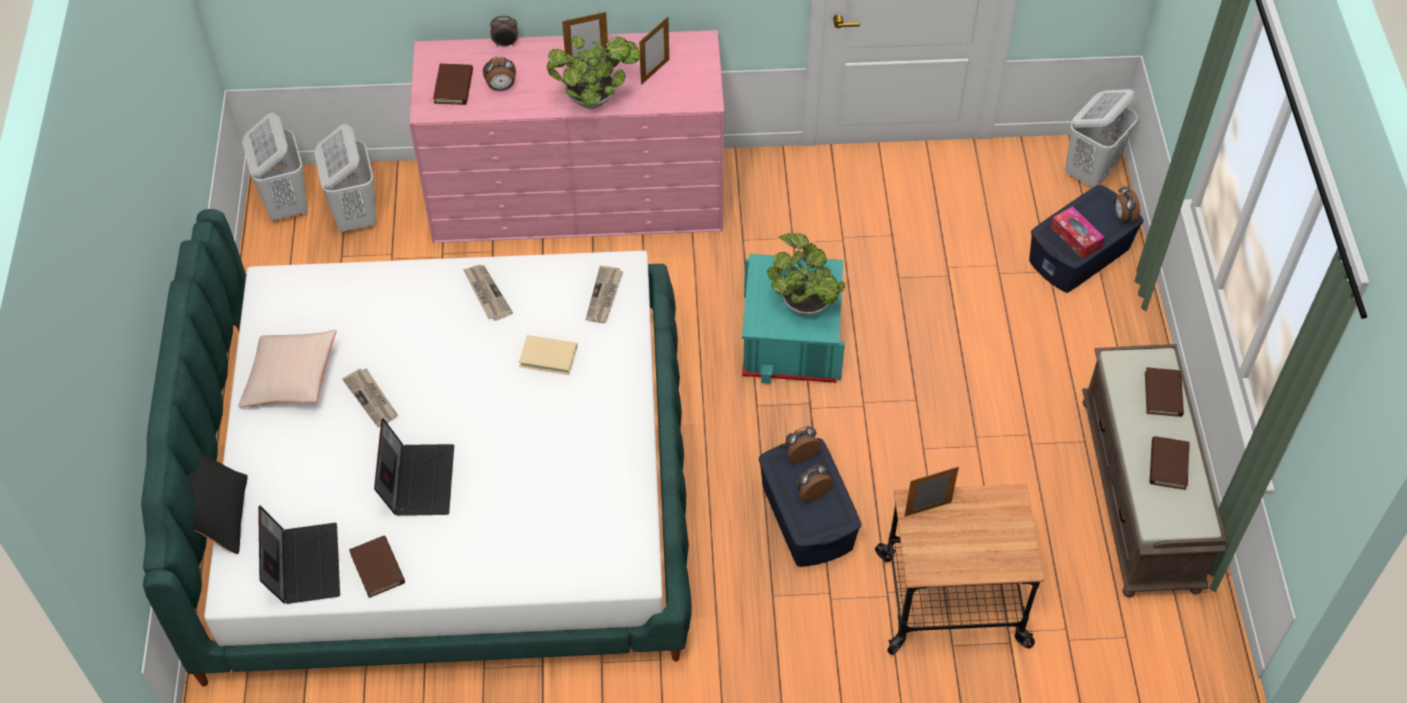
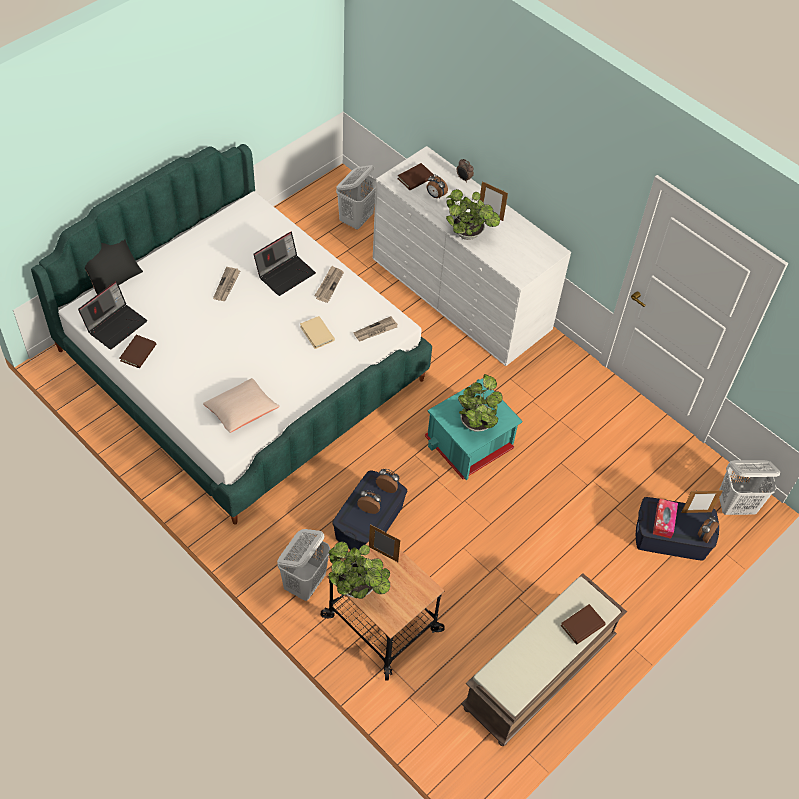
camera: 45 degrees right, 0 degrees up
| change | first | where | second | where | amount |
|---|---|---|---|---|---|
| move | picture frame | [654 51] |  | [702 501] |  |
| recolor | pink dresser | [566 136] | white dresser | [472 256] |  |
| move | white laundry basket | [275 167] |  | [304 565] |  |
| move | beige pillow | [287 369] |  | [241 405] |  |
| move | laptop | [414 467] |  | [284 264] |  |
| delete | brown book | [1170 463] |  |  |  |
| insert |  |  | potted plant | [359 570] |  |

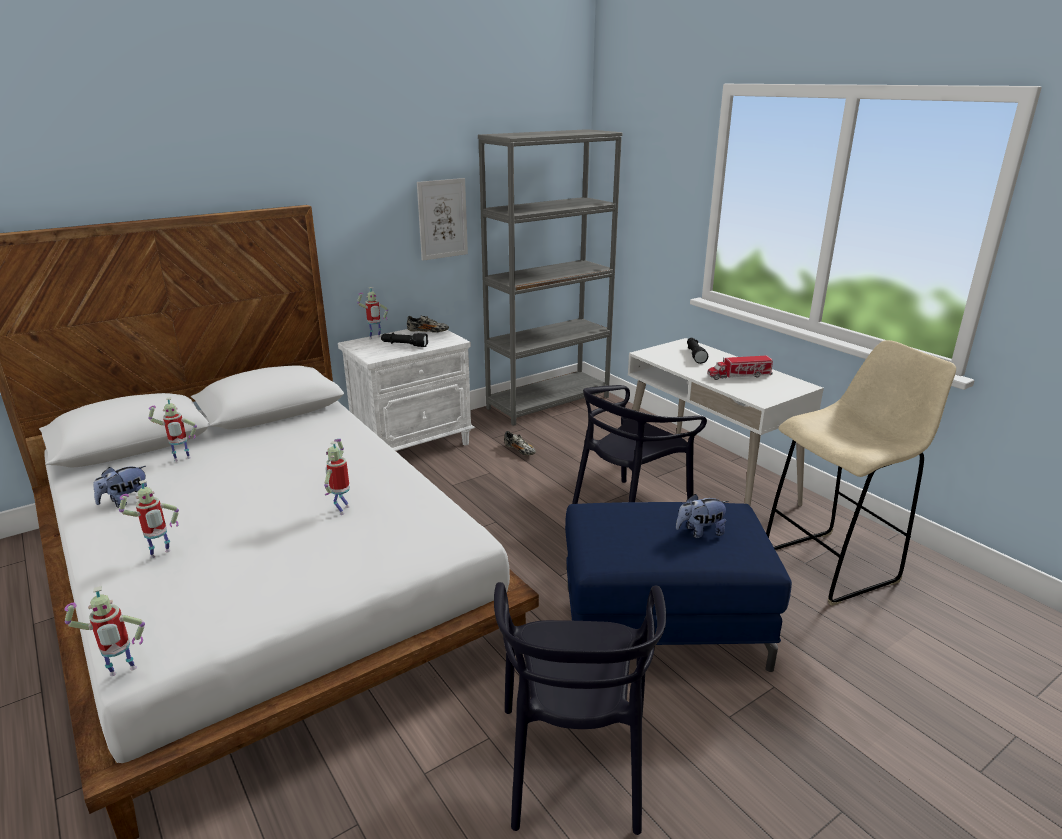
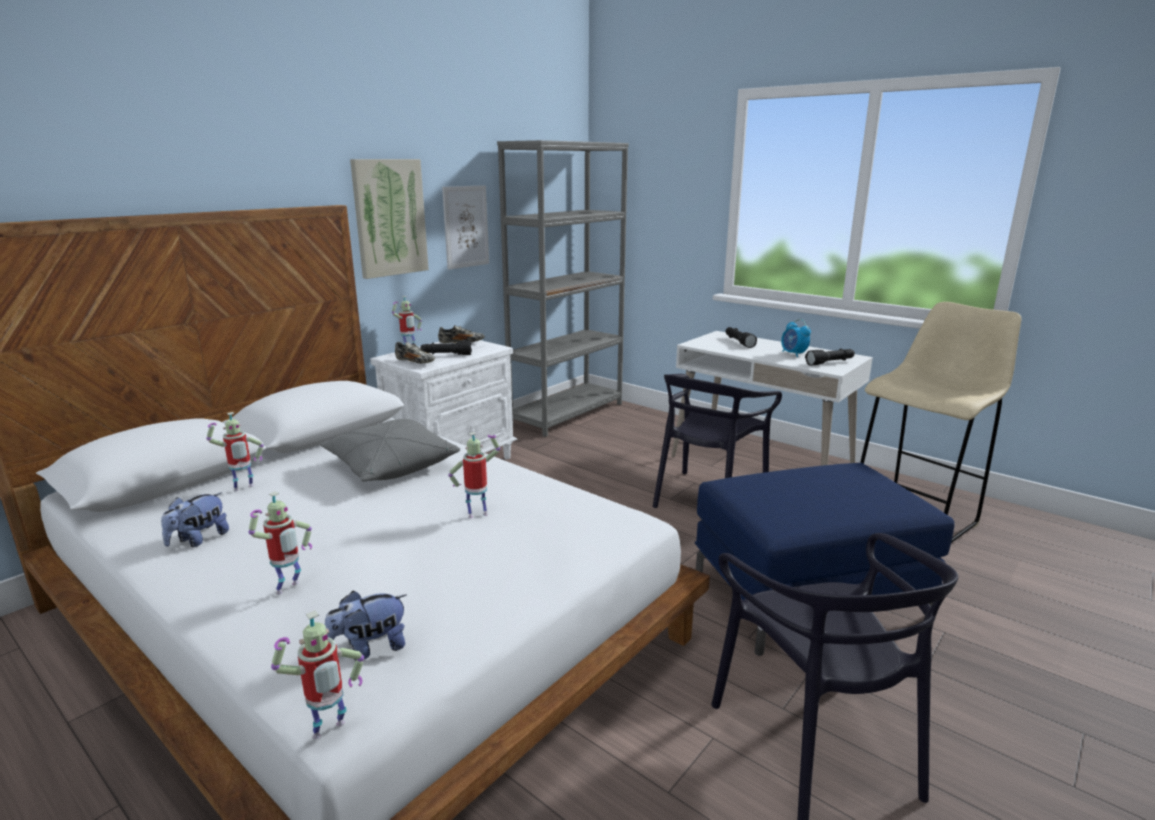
camera: 15 degrees left, 5 degrees down
| change | first | where | second | where | amount |
|---|---|---|---|---|---|
| replace | toy truck | [740 367] | alarm clock | [796 338] |  |
| move | shoe | [520 443] |  | [415 353] |  |
| rotate | toy robot | [337 477] |  | [474 475] | 75 degrees clockwise |
| move | plush toy | [702 516] |  | [366 626] |  |
| insert |  |  | picture | [389 219] |  |
| insert |  |  | black flashlight | [830 357] |  |
| insert |  |  | grey pillow | [390 450] |  |

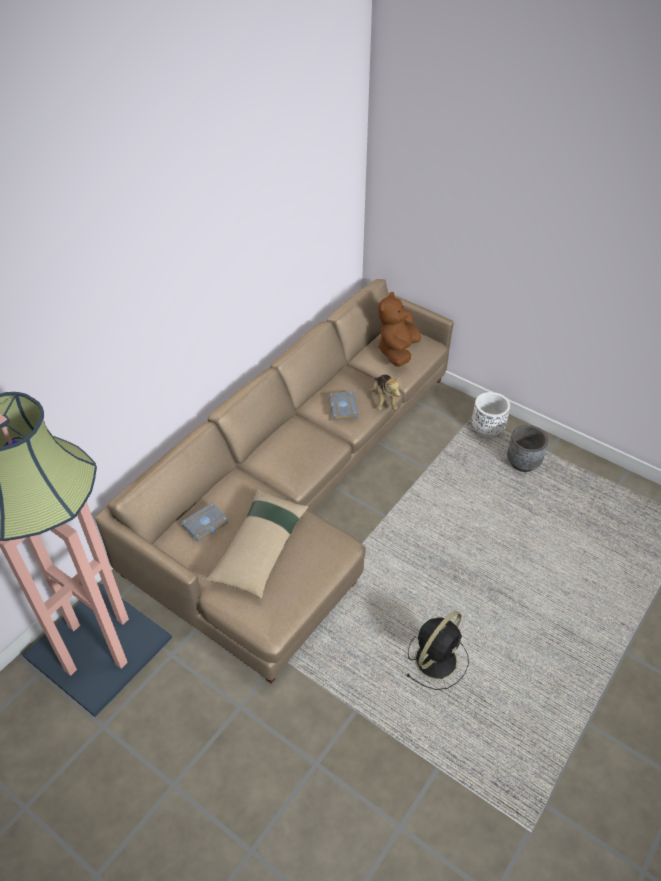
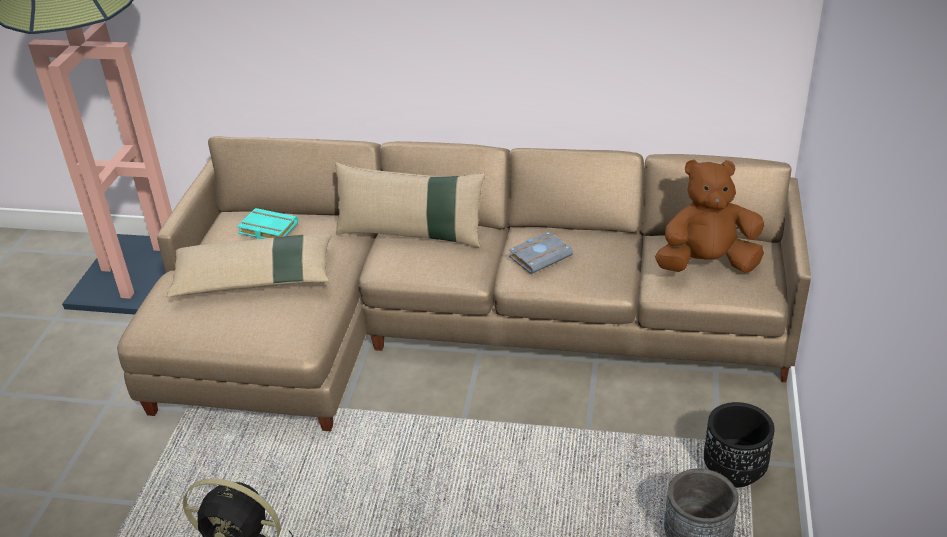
camera: 65 degrees right, 10 degrees down
| change | first | where | second | where | amount |
|---|---|---|---|---|---|
| delete | plush toy | [384 392] |  |  |  |
| recolor | white planter | [491 414] | black planter | [739 444] |  |
| recolor | grey book | [205 522] | turquoise book | [267 223] |  |
| insert |  |  | beige pillow | [410 205] |  |

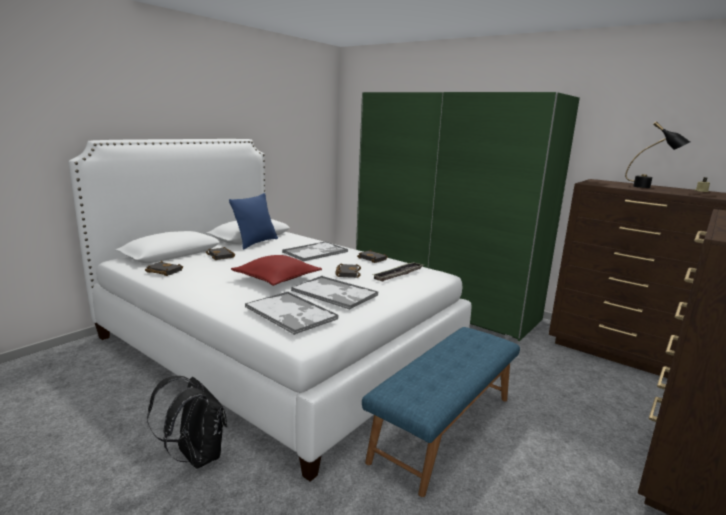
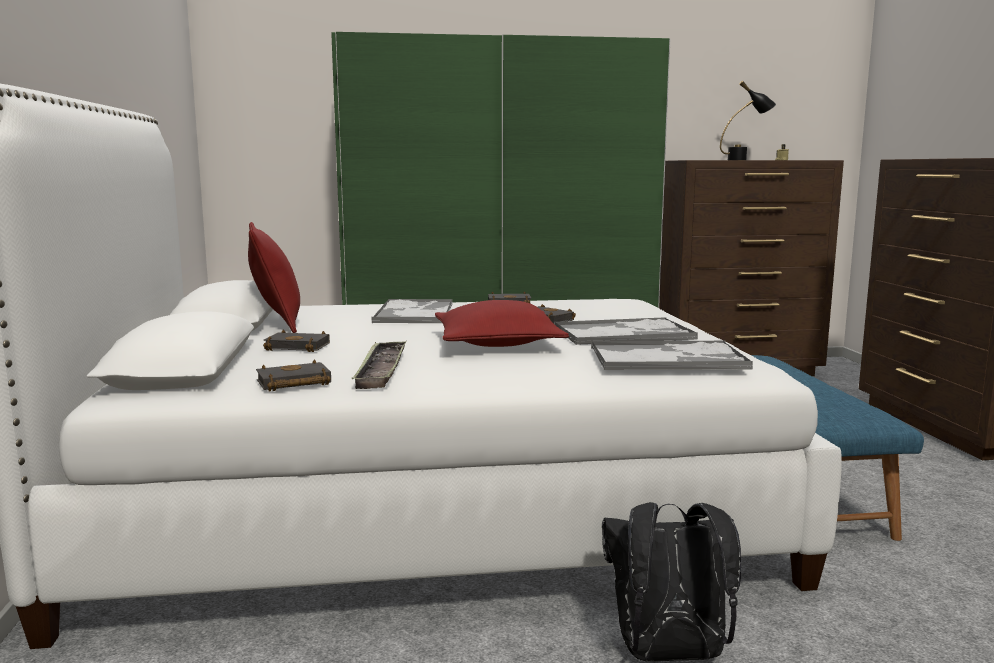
camera: 45 degrees left, 5 degrees down
| change | first | where | second | where | amount |
|---|---|---|---|---|---|
| recolor | blue pillow | [253 221] | red pillow | [274 277] |  |
| move | tray | [397 271] |  | [379 365] |  |

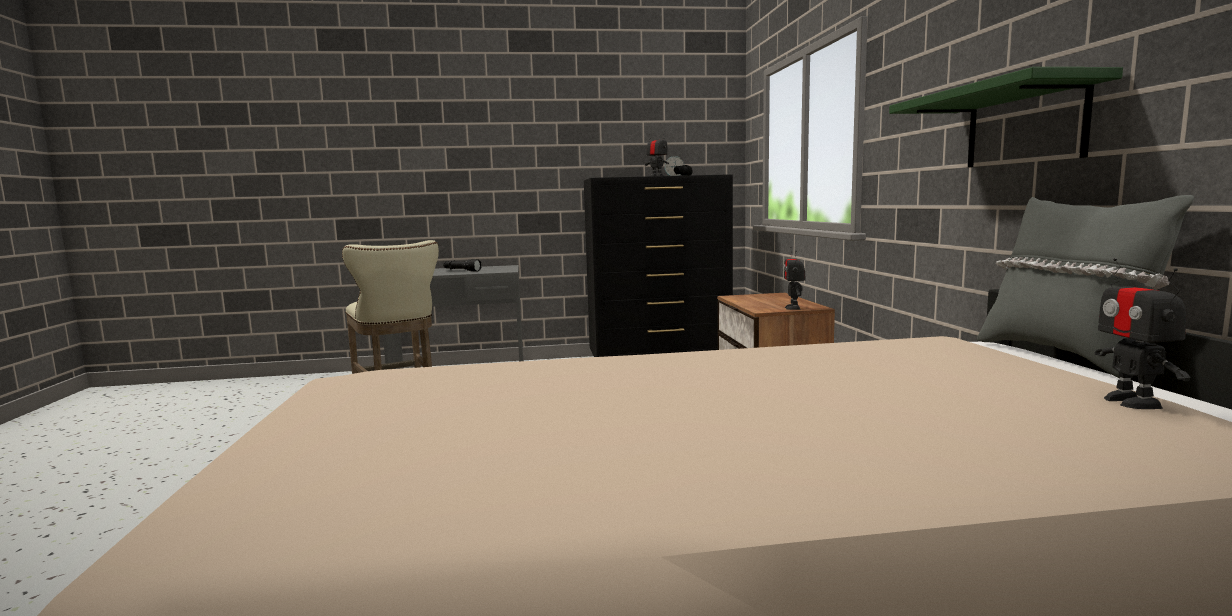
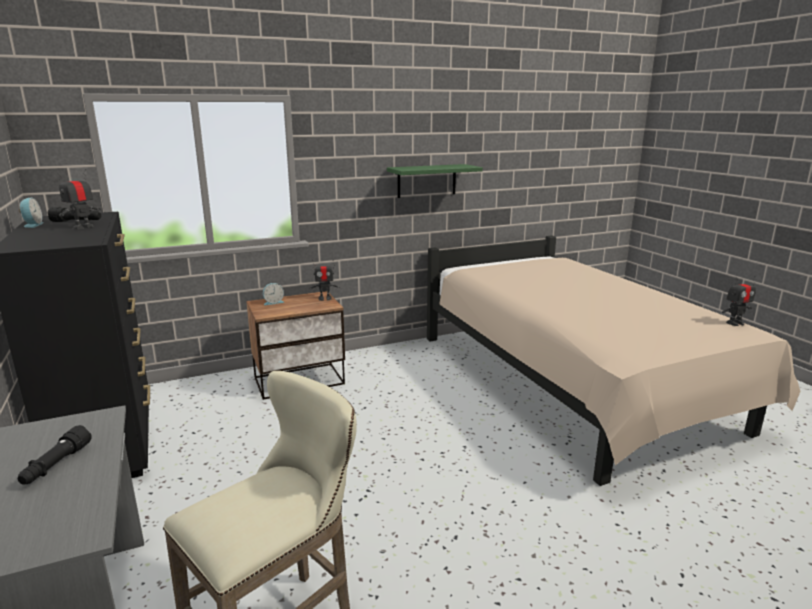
camera: 105 degrees left, 10 degrees up
| change | first | where | second | where | amount |
|---|---|---|---|---|---|
| delete | grey pillow | [1085 286] |  |  |  |
| move | toy robot | [1142 333] |  | [739 301] |  |
| insert |  |  | alarm clock | [273 294] |  |

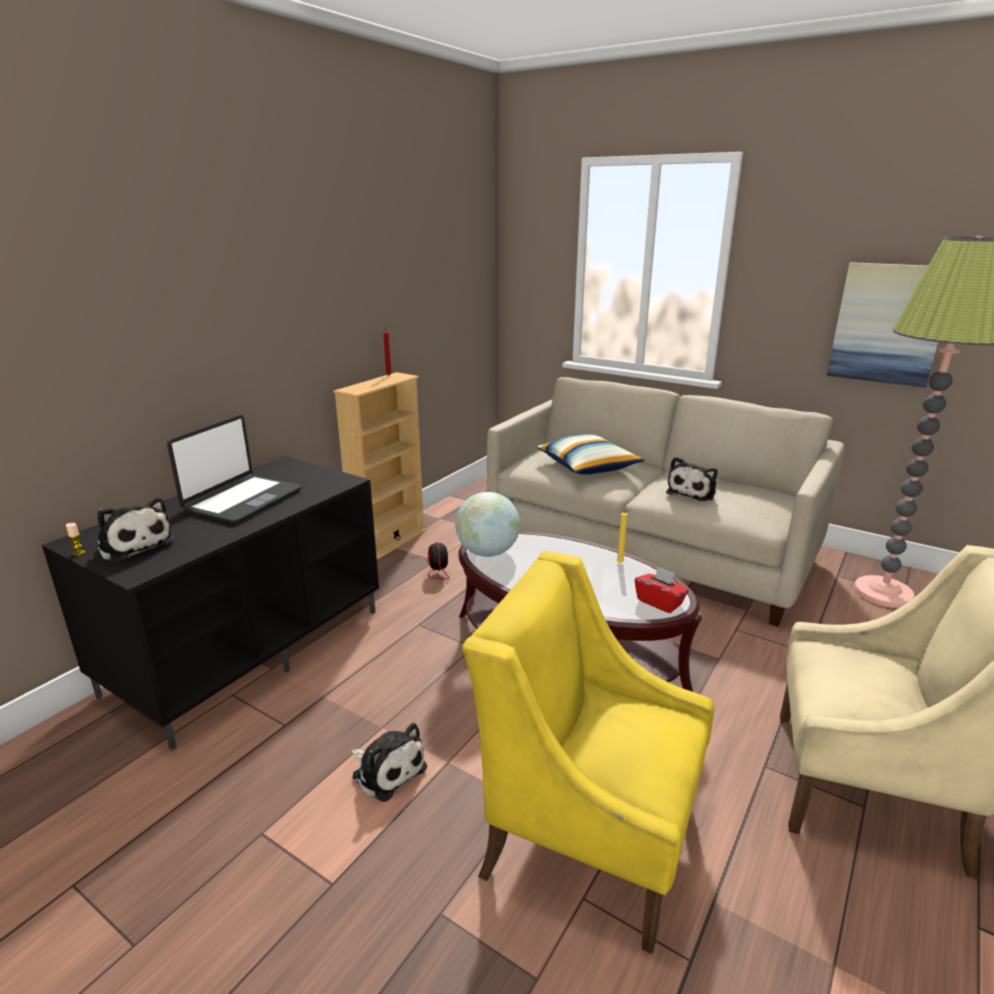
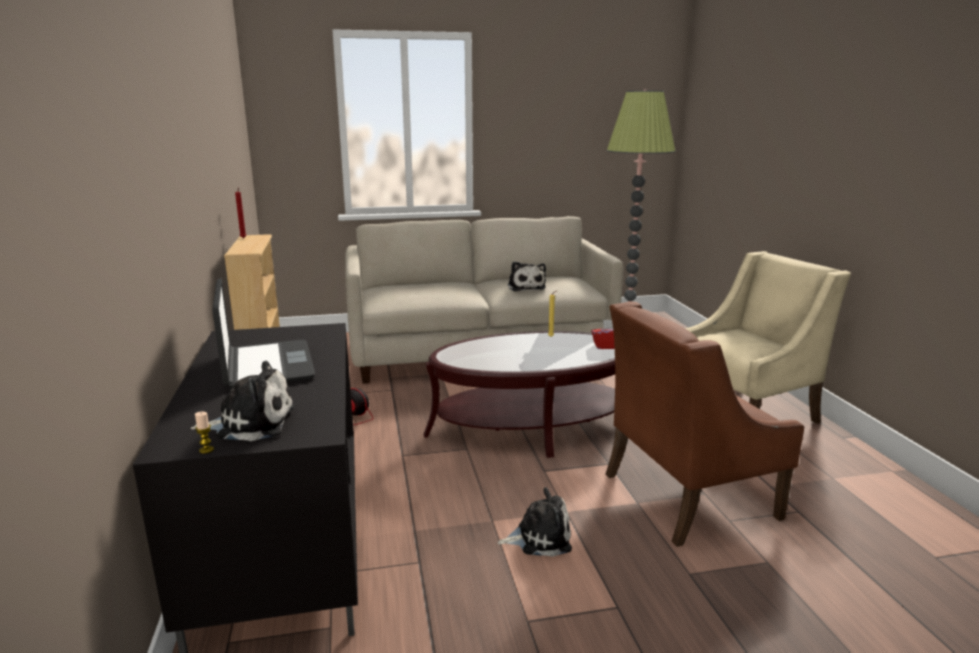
camera: 45 degrees left, 5 degrees down
| change | first | where | second | where | amount |
|---|---|---|---|---|---|
| delete | picture | [882 324] |  |  |  |
| delete | pillow | [591 454] |  |  |  |
| delete | globe | [487 524] |  |  |  |
| recolor | yellow armchair | [588 752] | brown armchair | [705 424] |  |

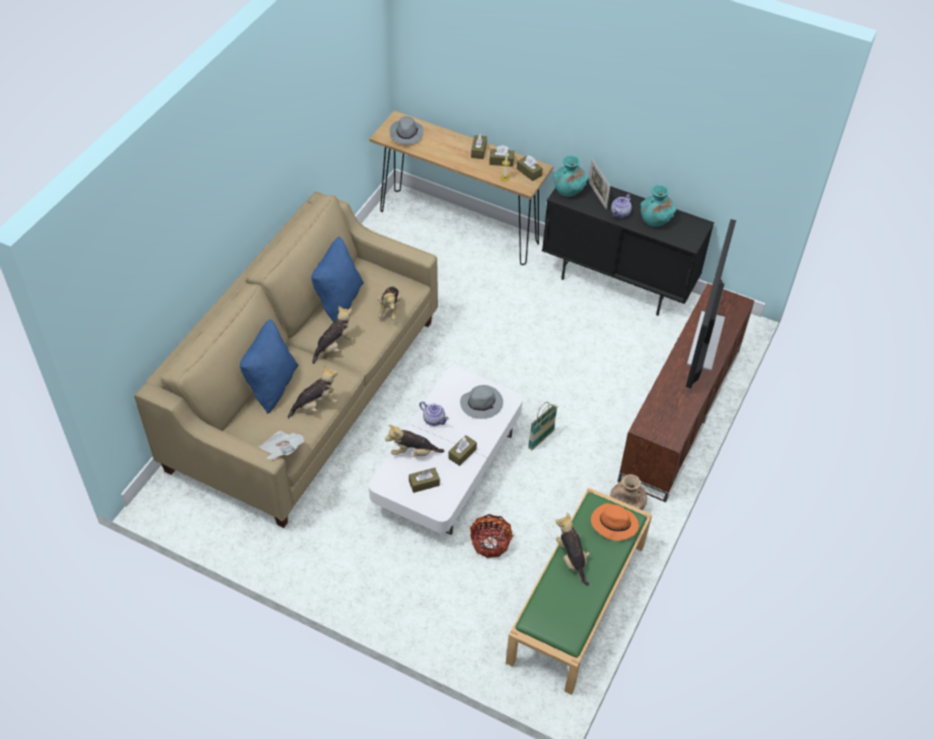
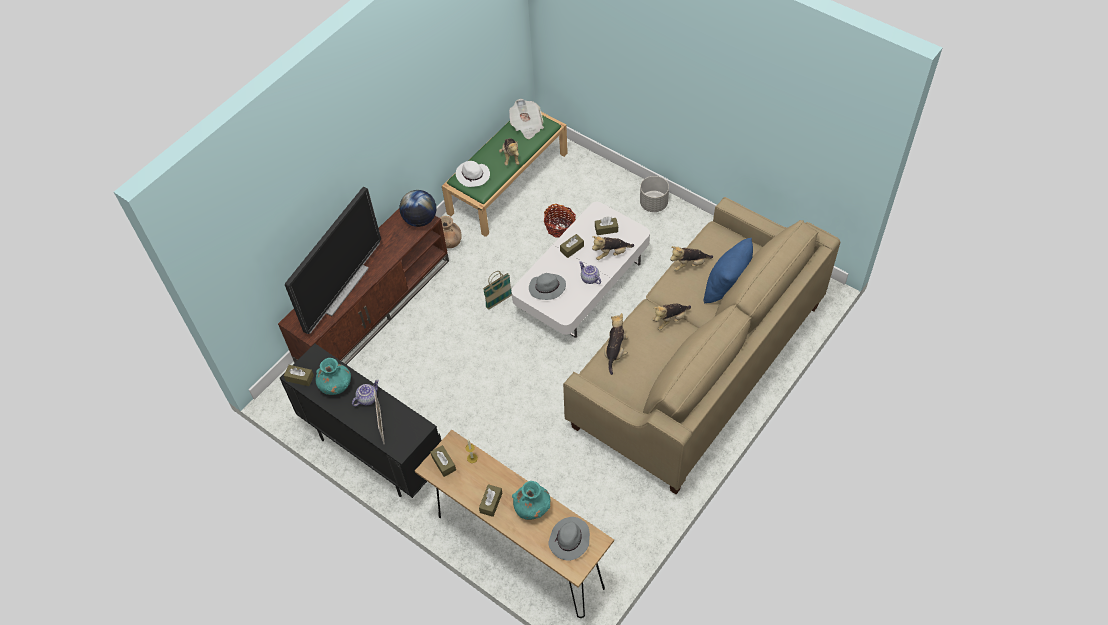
camera: 165 degrees left, 5 degrees up
| change | first | where | second | where | amount |
|---|---|---|---|---|---|
| move | brown tissue box | [501 156] |  | [299 375] |  |
| move | turquoise vase | [570 176] |  | [531 500] |  |
| delete | blue pillow | [337 279] |  |  |  |
| rotate | plush toy | [414 440] |  | [613 248] | 150 degrees clockwise |
| move | newspaper | [281 445] |  | [526 119] |  |
| recolor | orange hat | [615 522] | white hat | [473 174] |  |
| insert |  |  | grey planter | [654 194] |  |
| insert |  |  | globe | [417 208] |  |

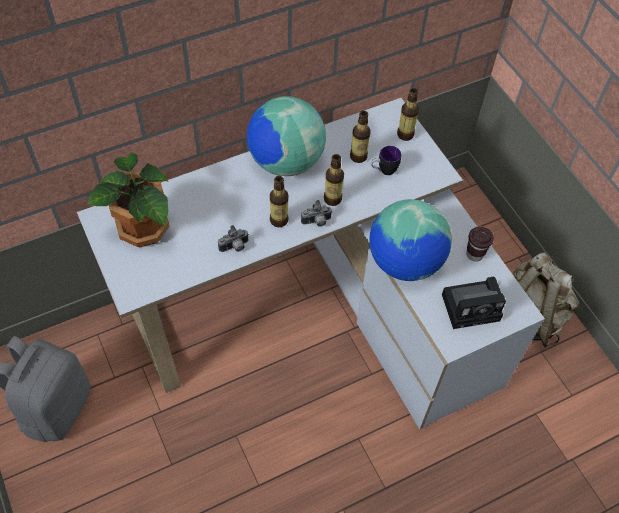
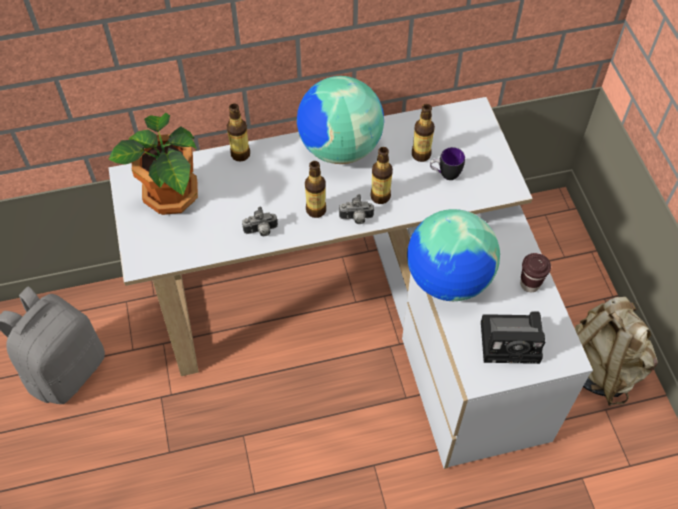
camera: 15 degrees right, 0 degrees up
| change | first | where | second | where | amount |
|---|---|---|---|---|---|
| move | bottle | [408 114] |  | [238 132] |  |

